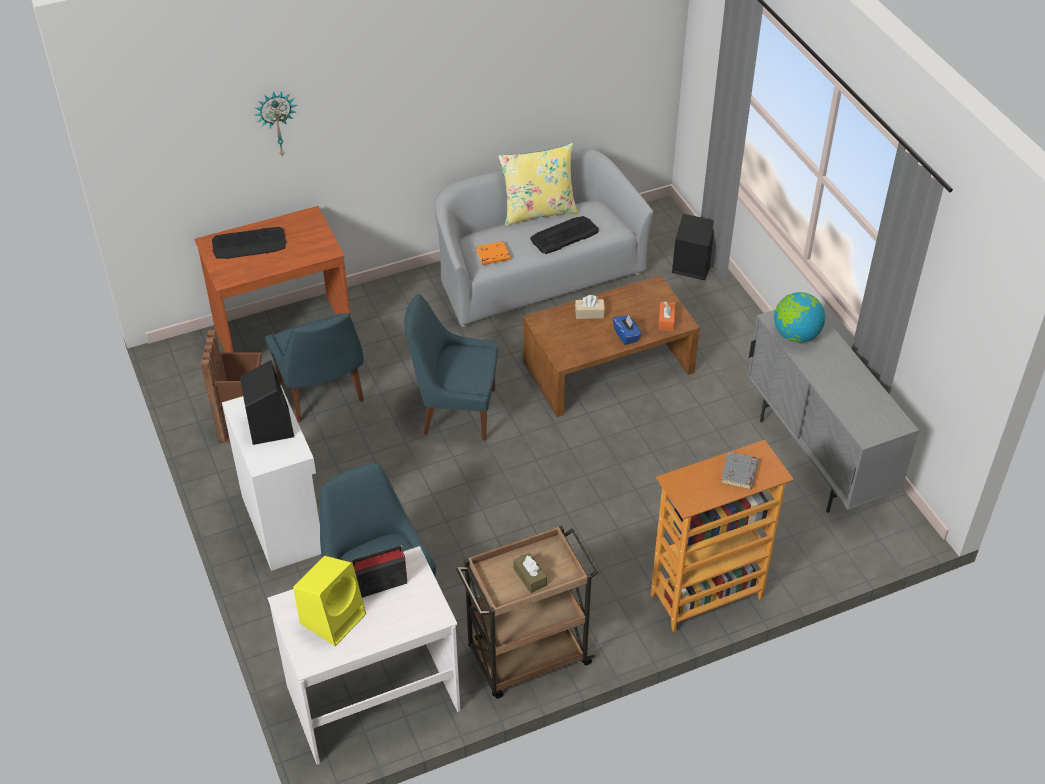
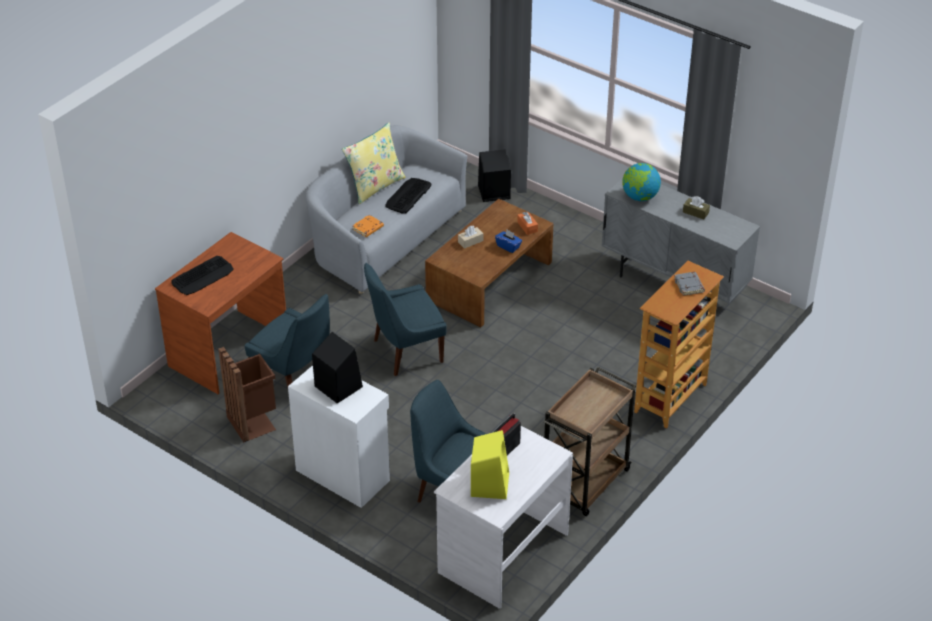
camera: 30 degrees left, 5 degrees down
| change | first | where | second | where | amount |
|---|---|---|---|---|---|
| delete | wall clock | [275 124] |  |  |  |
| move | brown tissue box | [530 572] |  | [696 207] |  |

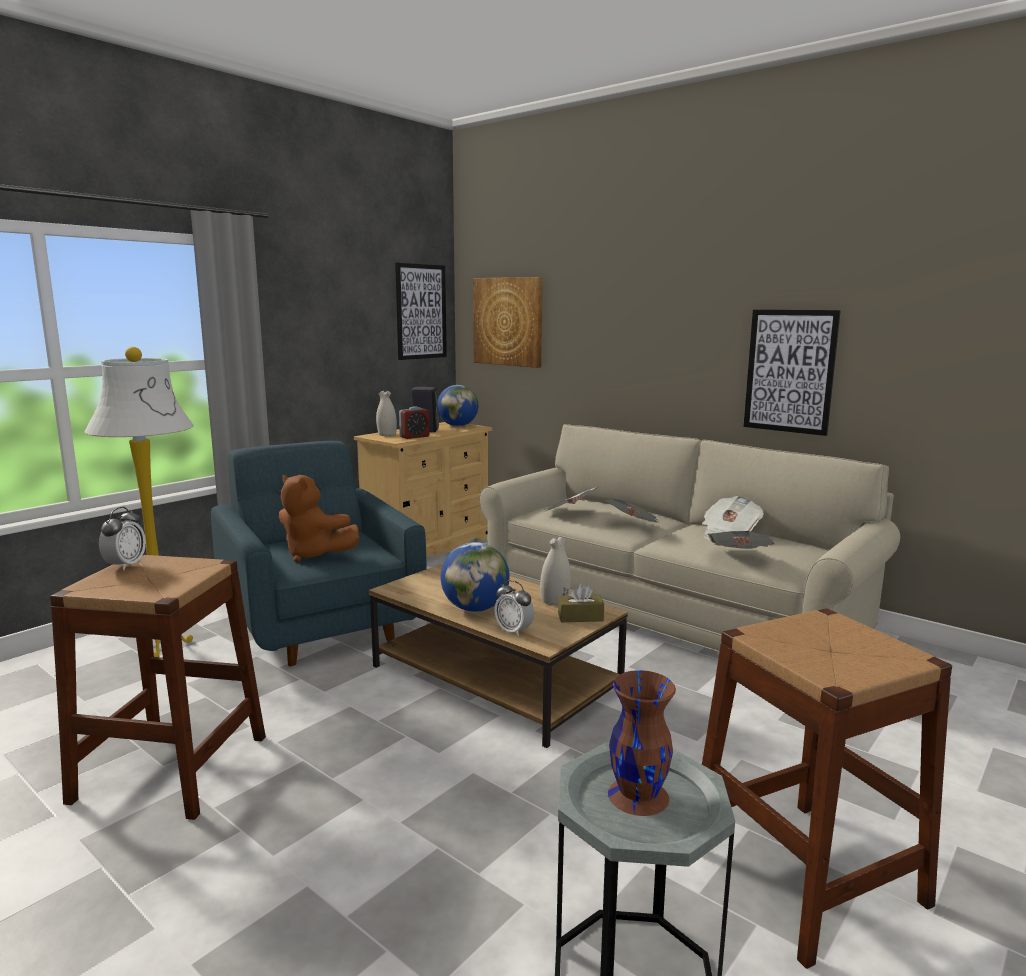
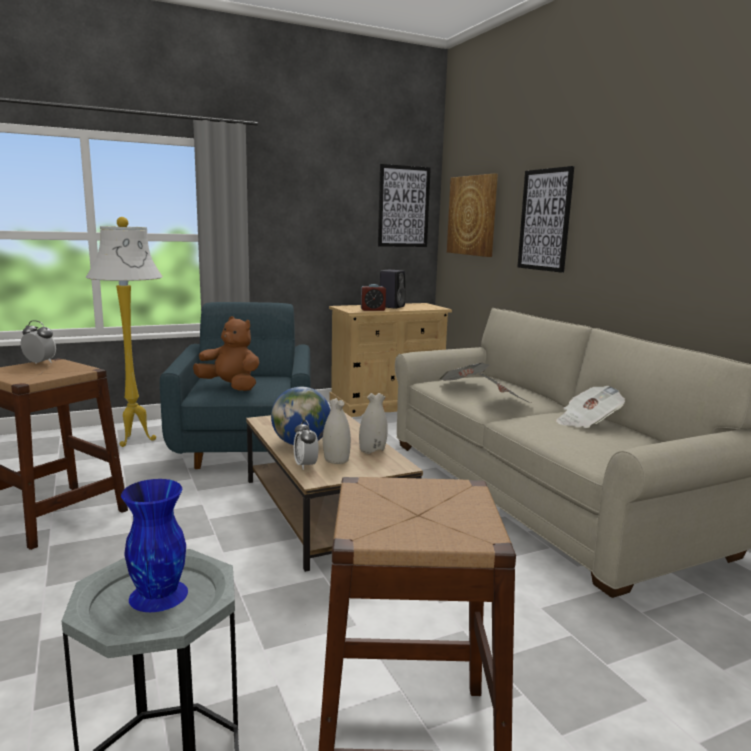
camera: 25 degrees right, 0 degrees up
| change | first | where | second | where | amount |
|---|---|---|---|---|---|
| move | picture | [792 373] |  | [545 219] |  |
| delete | globe | [458 405] |  |  |  |
| move | white vase | [386 413] |  | [337 431] |  |
| rotate | brown plush toy | [319 519] |  | [226 353] | 150 degrees clockwise |
| rotate | alarm clock | [122 538] |  | [38 342] | 105 degrees counterclockwise |
| delete | newspaper | [740 540] |  |  |  |
| delete | brown tissue box | [581 602] |  |  |  |
| recolor | brown vase | [642 743] | blue vase | [154 545] |  |

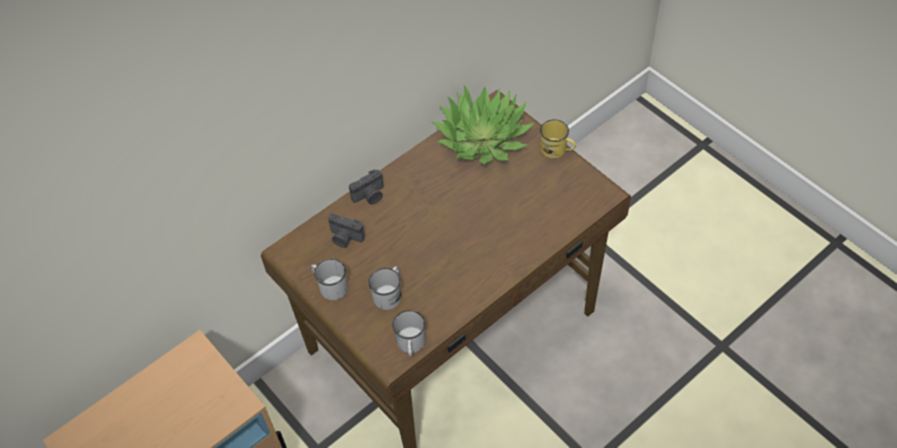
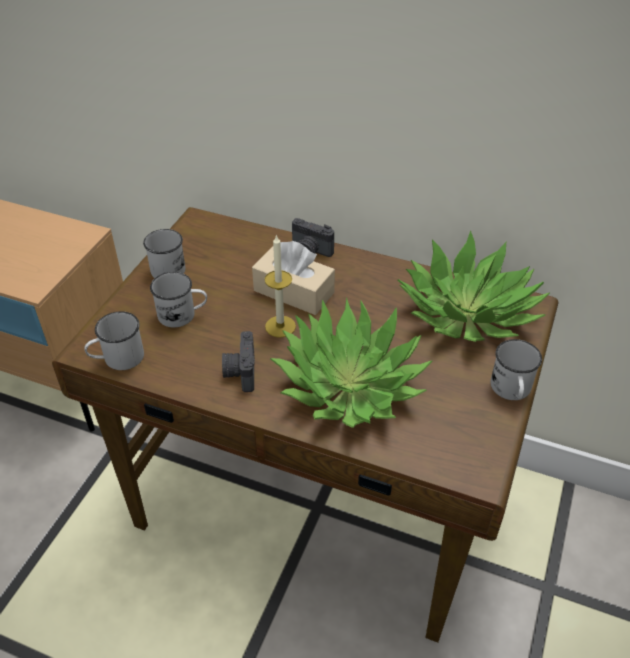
camera: 60 degrees right, 10 degrees down
| change | first | where | second | where | amount |
|---|---|---|---|---|---|
| recolor | yellow mug | [558 139] | white mug | [516 369] |  |
| move | photo camera | [346 230] |  | [238 361] |  |
| insert |  |  | candle | [280 286] |  |
| insert |  |  | beige tissue box | [293 278] |  |
| insert |  |  | potted plant | [351 362] |  |

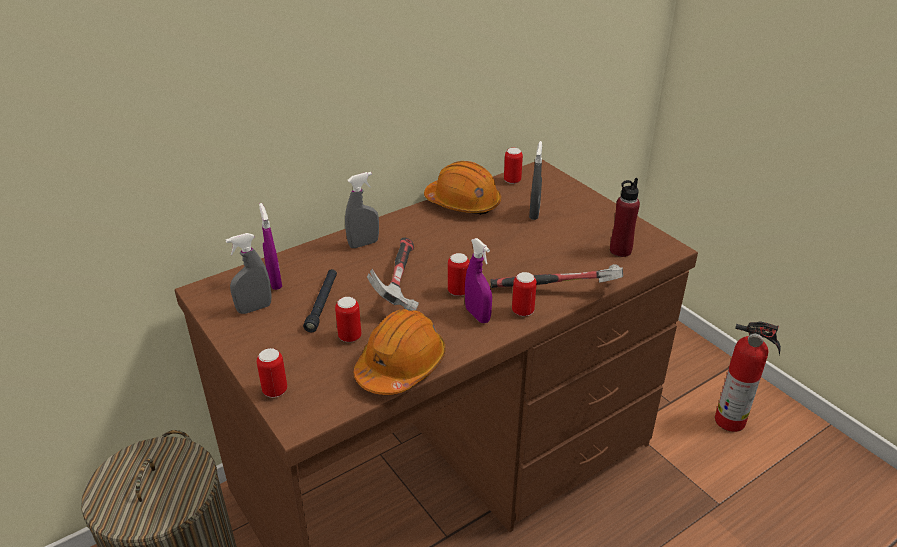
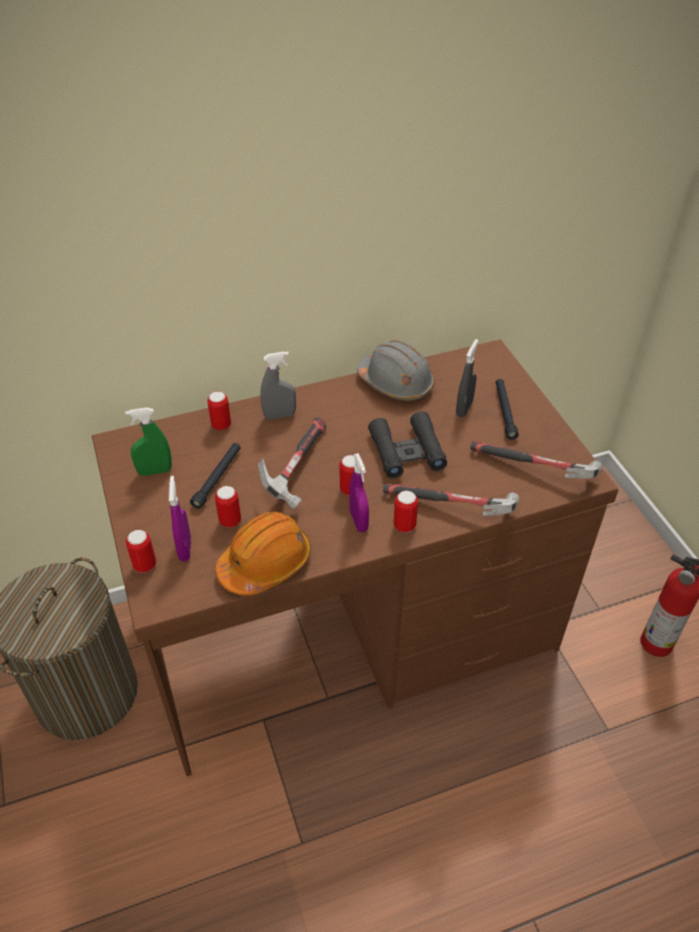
camera: 15 degrees right, 10 degrees up
| change | first | where | second | where | amount |
|---|---|---|---|---|---|
| move | can | [513 166] |  | [219 410] |  |
| recolor | orange hard hat | [462 188] | grey hard hat | [396 370] |  |
| replace | red bottle | [625 217] | hammer | [536 459] |  |
| move | purple spray bottle | [270 246] |  | [180 518] |  |
| recolor | grey spray bottle | [249 273] | green spray bottle | [148 441] |  |
| insert |  |  | black flashlight | [507 409] |  |
| insert |  |  | black binoculars | [407 444] |  |

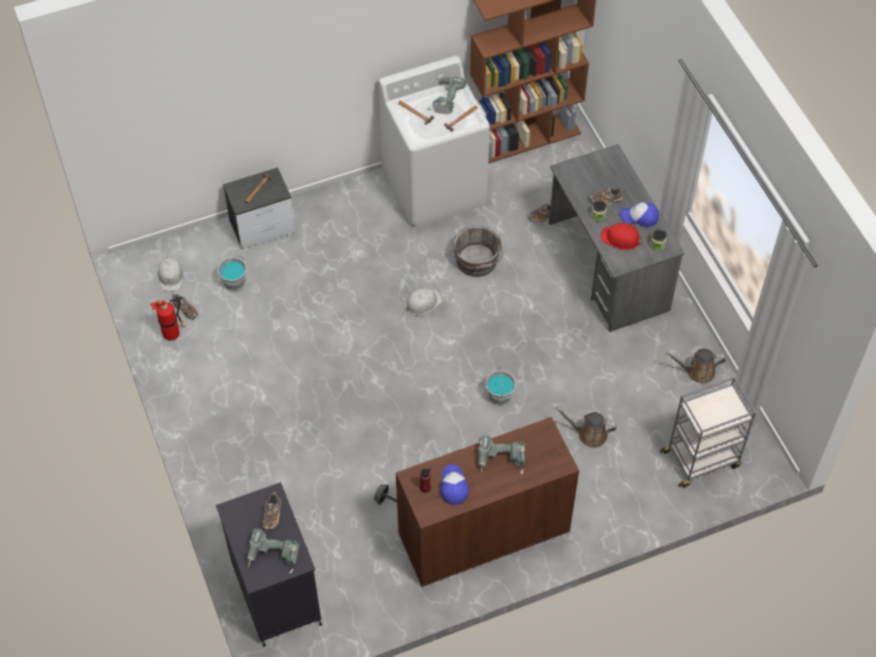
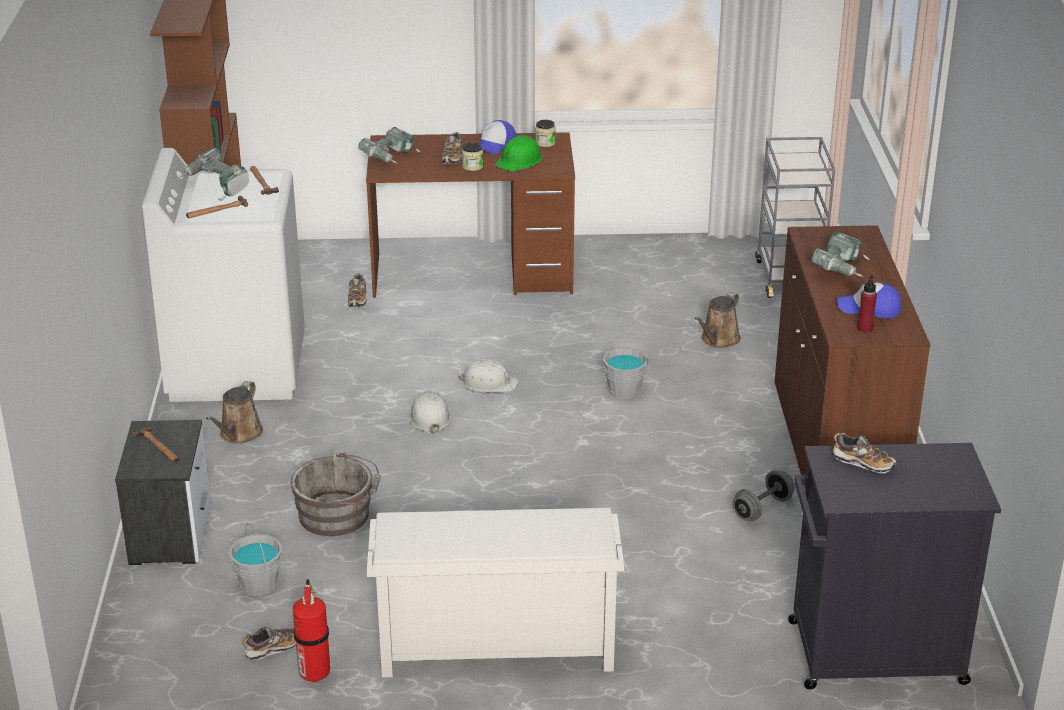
camera: 70 degrees left, 25 degrees down
| change | first | where | second | where | amount |
|---|---|---|---|---|---|
| recolor | grey desk | [616 238] | brown desk | [470 215] |  |
| recolor | red hard hat | [622 236] | green hard hat | [519 153] |  |
| move | grey bucket | [478 251] |  | [336 493] |  |
| move | white hard hat | [170 274] |  | [488 376] |  |
| move | brown watering can | [695 366] |  | [234 412] |  |
| move | power drill | [273 551] |  | [390 145] |  |
| insert |  |  | white shoe rack | [495 593] |  |

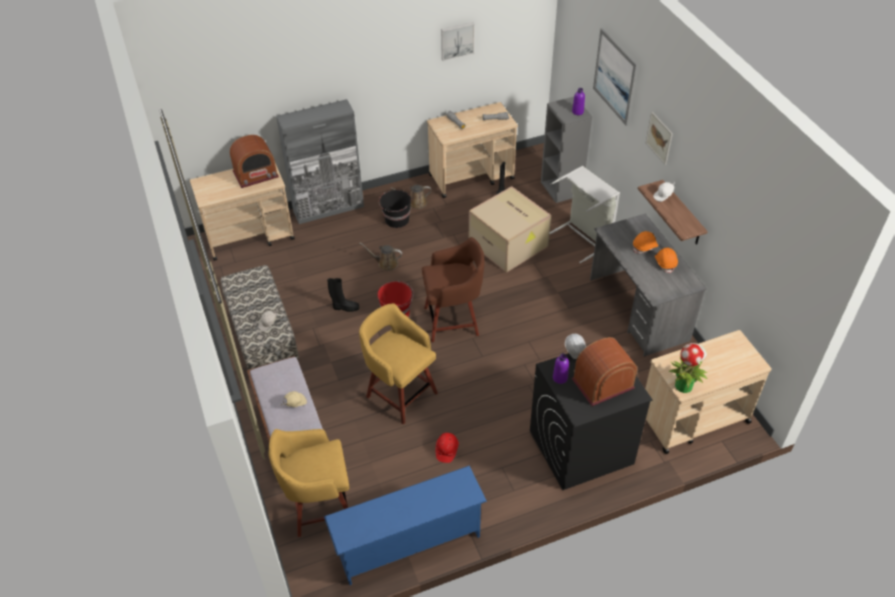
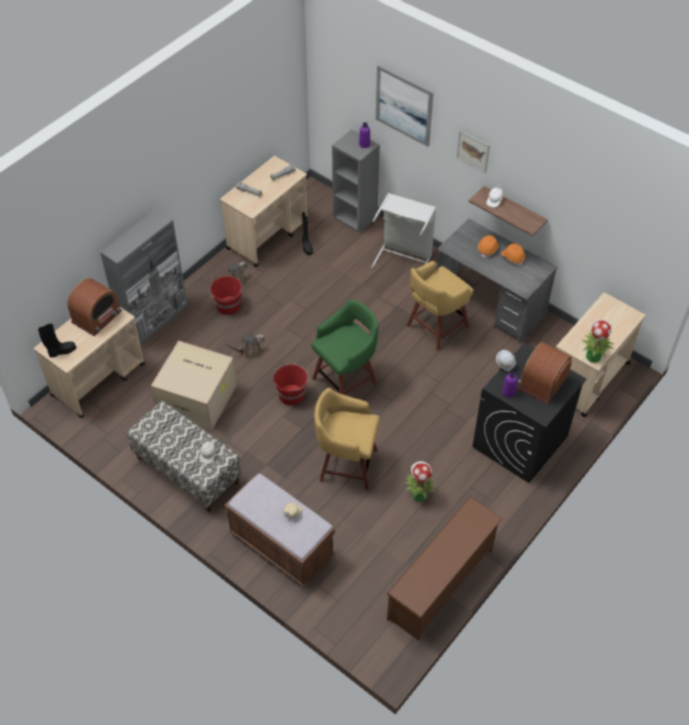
camera: 30 degrees left, 5 degrees up
| change | first | where | second | where | amount |
|---|---|---|---|---|---|
| delete | picture | [457 41] |  |  |  |
| move | cardboard box | [510 229] |  | [194 385] |  |
| recolor | black bucket | [395 209] | red bucket | [225 295] |  |
| recolor | brown stool | [453 289] | green stool | [345 347] |  |
| move | black boot | [343 295] |  | [57 340] |  |
| move | yellow stool | [309 483] |  | [439 306] |  |
| replace | red hard hat | [447 448] | potted plant | [421 481] |  |
| recolor | blue shoe rack | [405 525] | brown shoe rack | [445 569] |  |

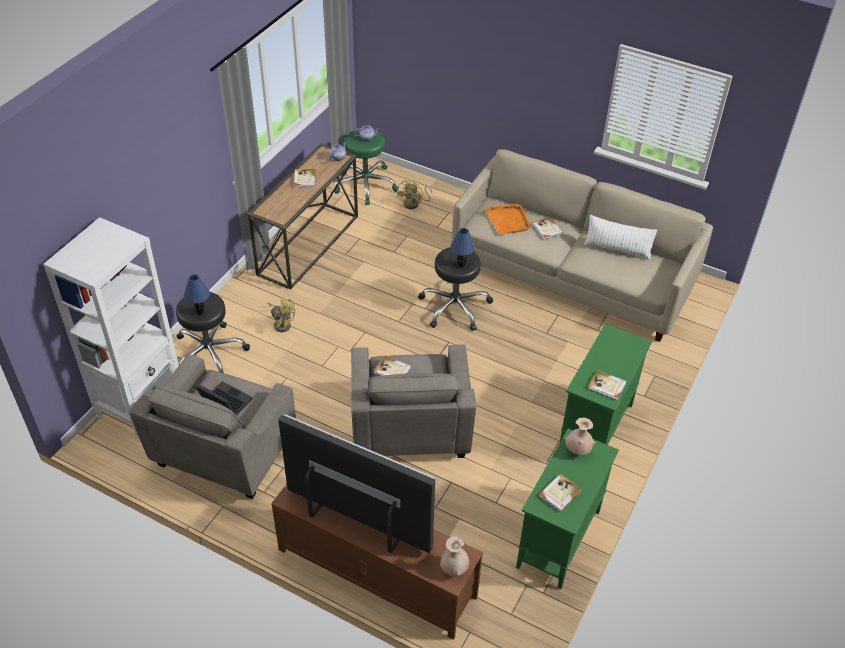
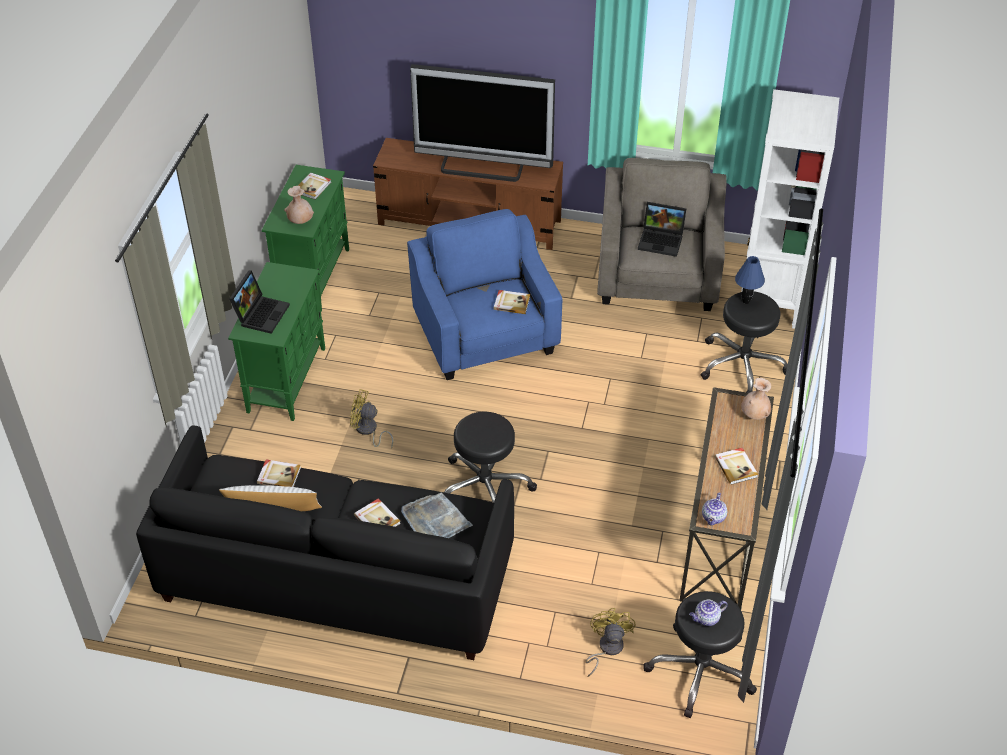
camera: 165 degrees right, 0 degrees up
| change | first | where | second | where | amount |
|---|---|---|---|---|---|
| recolor | green stool | [366 166] | black stool | [700 654] |  |
| recolor | beige sofa | [582 245] | black sofa | [325 543] |  |
| recolor | orange tray | [508 219] | grey tray | [437 515] |  |
| delete | blue table lamp | [463 248] |  |  |  |
| move | yellow fan | [281 315] |  | [372 419] |  |
| recolor | grey armchair | [413 401] | blue armchair | [484 294] |  |
| move | book | [607 385] |  | [279 473] |  |
| move | beige vase | [454 556] |  | [756 399] |  |
| insert |  |  | laptop | [259 302] |  |

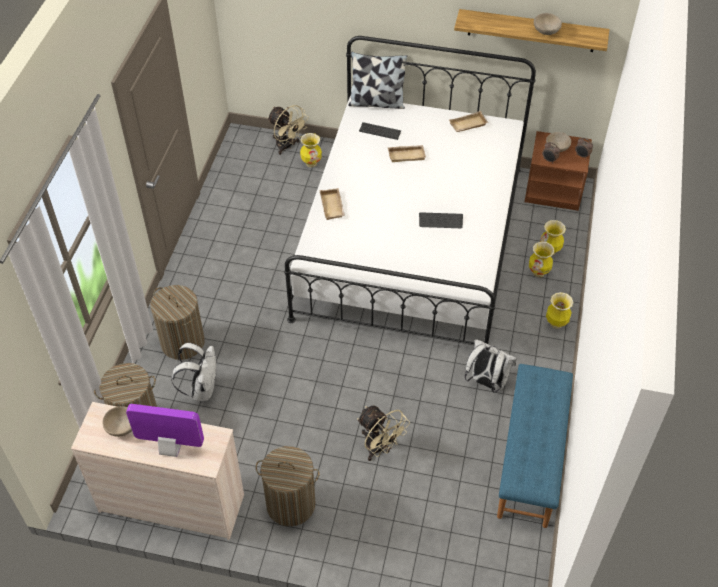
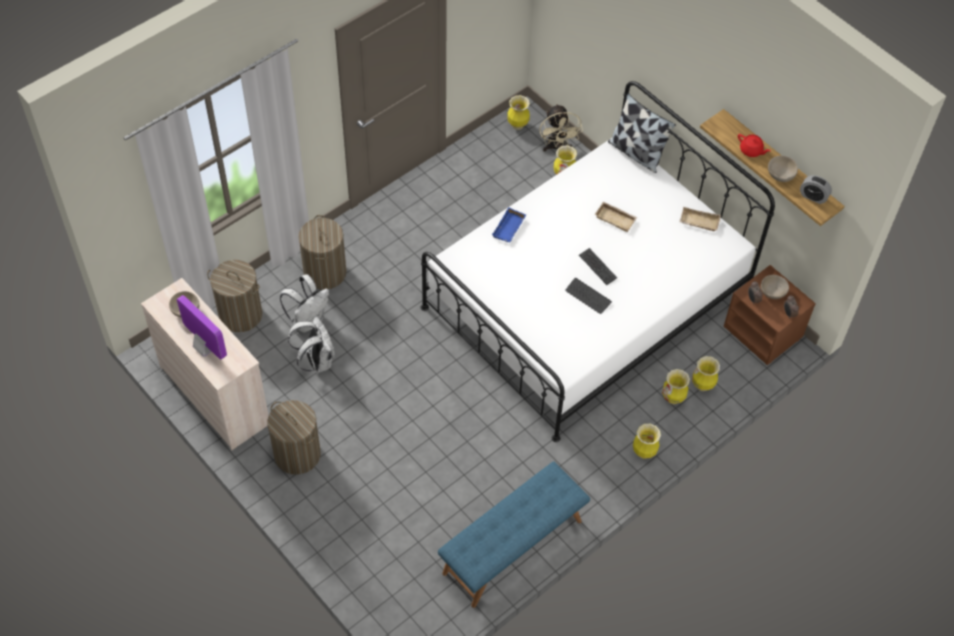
camera: 35 degrees right, 5 degrees up
| change | first | where | second | where | amount |
|---|---|---|---|---|---|
| move | keyboard | [380 131] |  | [598 266] |  |
| recolor | beige tray | [332 204] | blue tray | [509 225] |  |
| move | white backpack | [491 366] |  | [311 344] |  |
| delete | beige fan | [383 433] |  |  |  |
| insert |  |  | vase | [518 112] |  |
| insert |  |  | red teapot | [754 145] |  |
| insert |  |  | alarm clock | [816 189] |  |

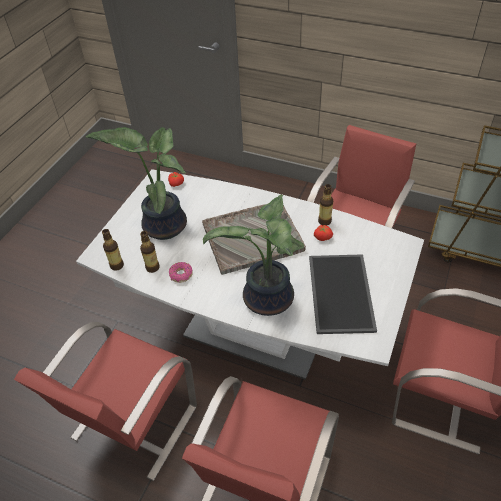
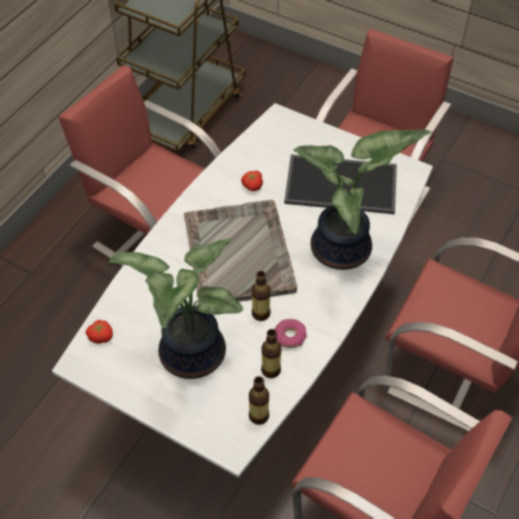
camera: 85 degrees left, 5 degrees up
| change | first | where | second | where | amount |
|---|---|---|---|---|---|
| move | bottle | [325 204] |  | [261 296] |  |

